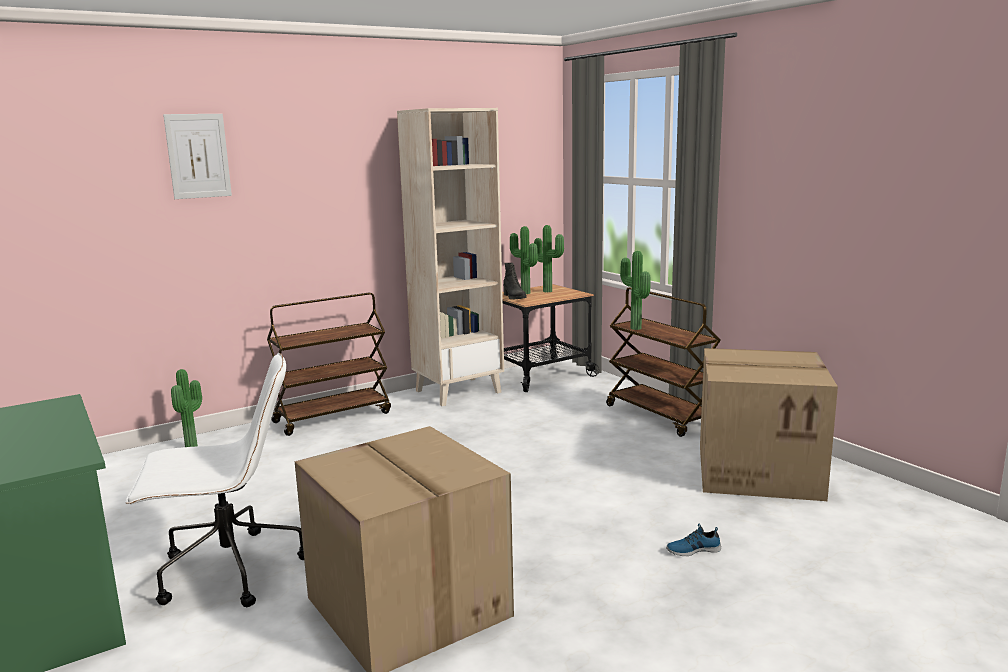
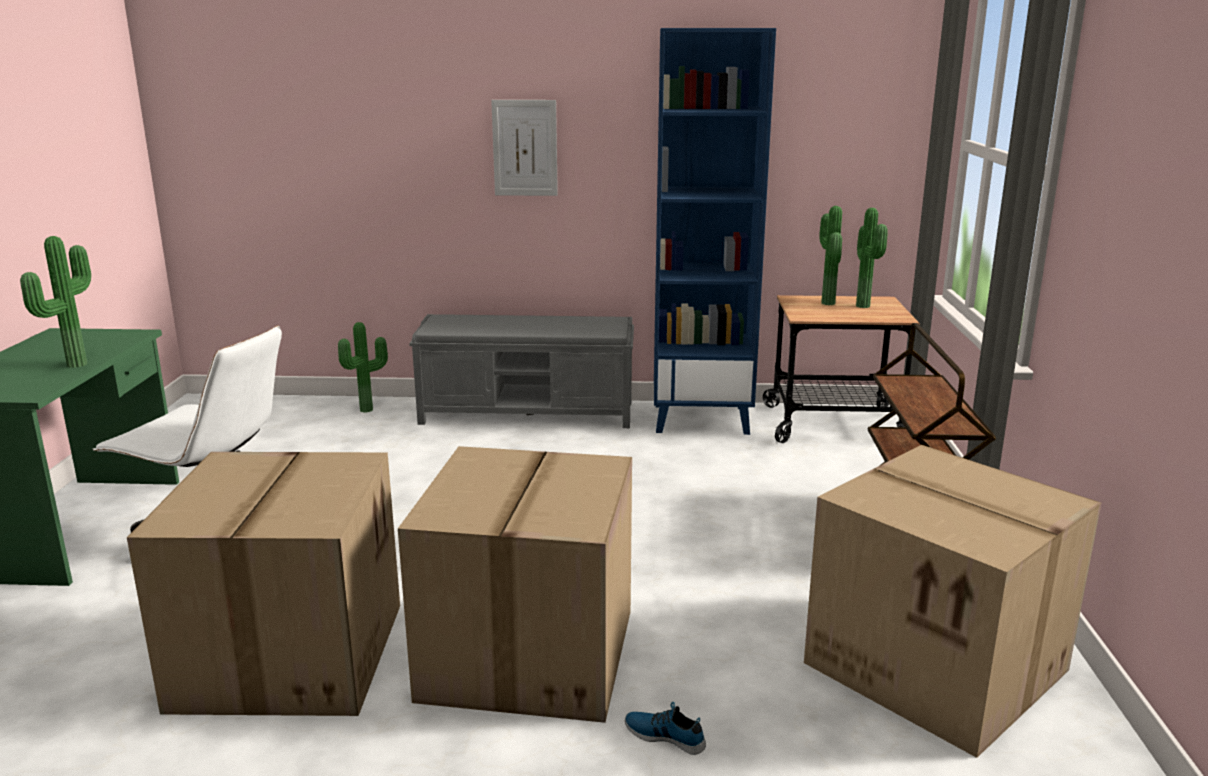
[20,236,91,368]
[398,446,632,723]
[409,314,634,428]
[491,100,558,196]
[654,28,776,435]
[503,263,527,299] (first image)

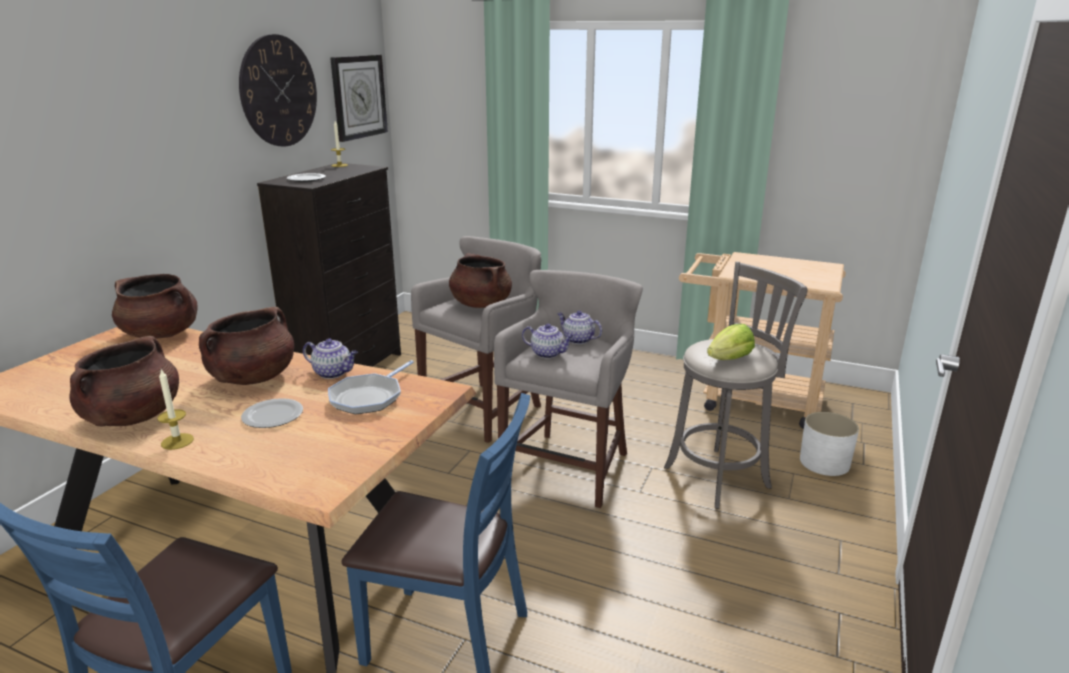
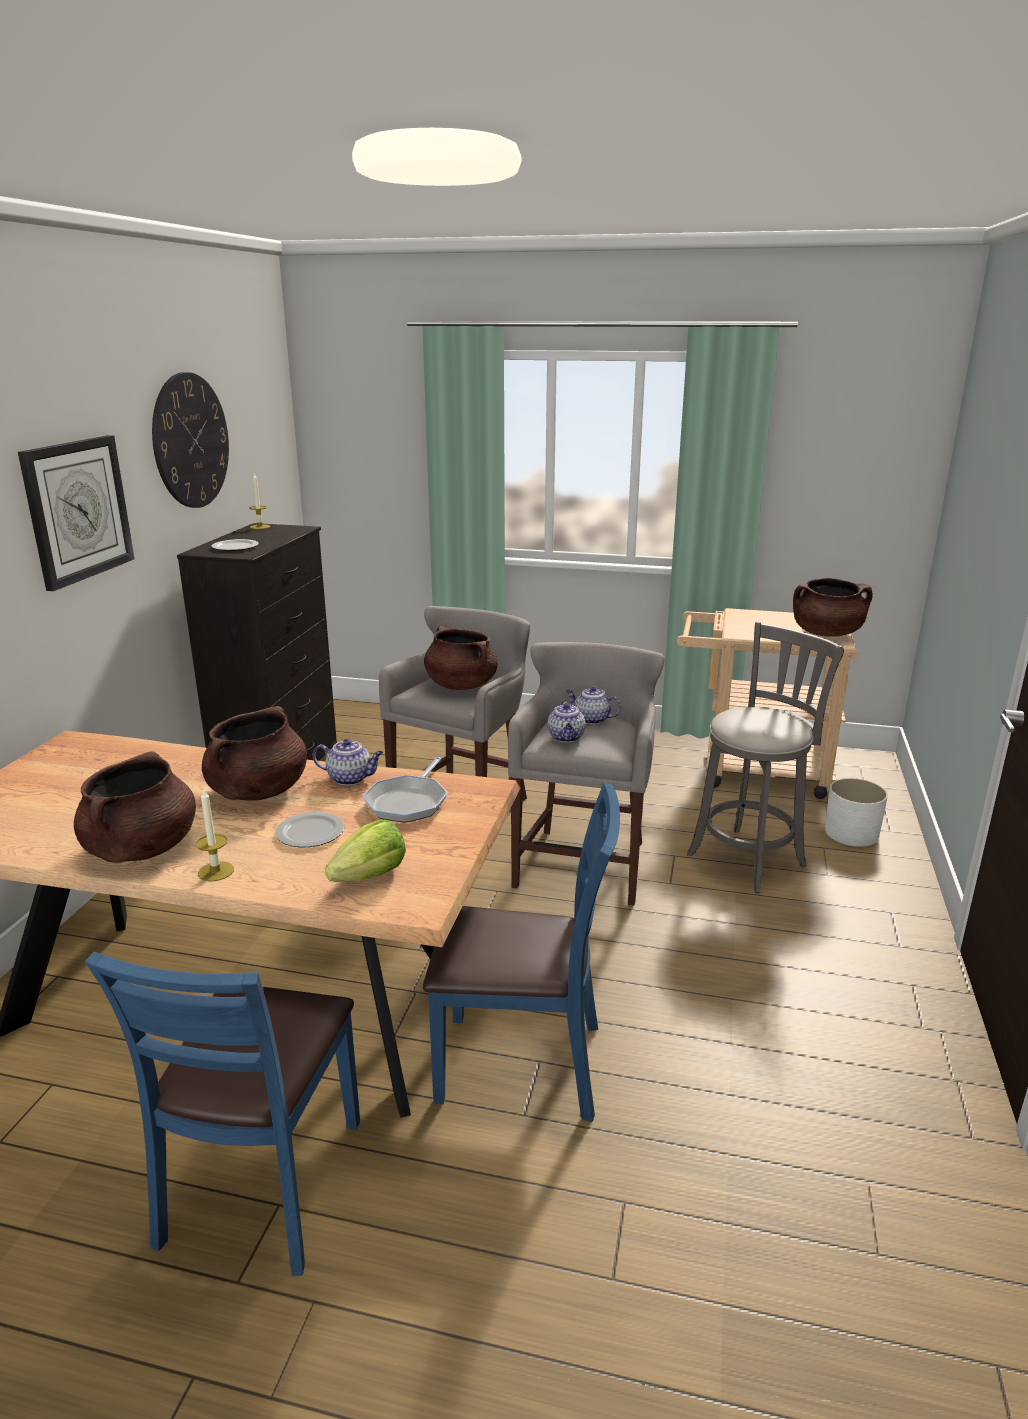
[18,435,135,591]
[325,820,406,882]
[548,701,586,742]
[793,578,873,637]

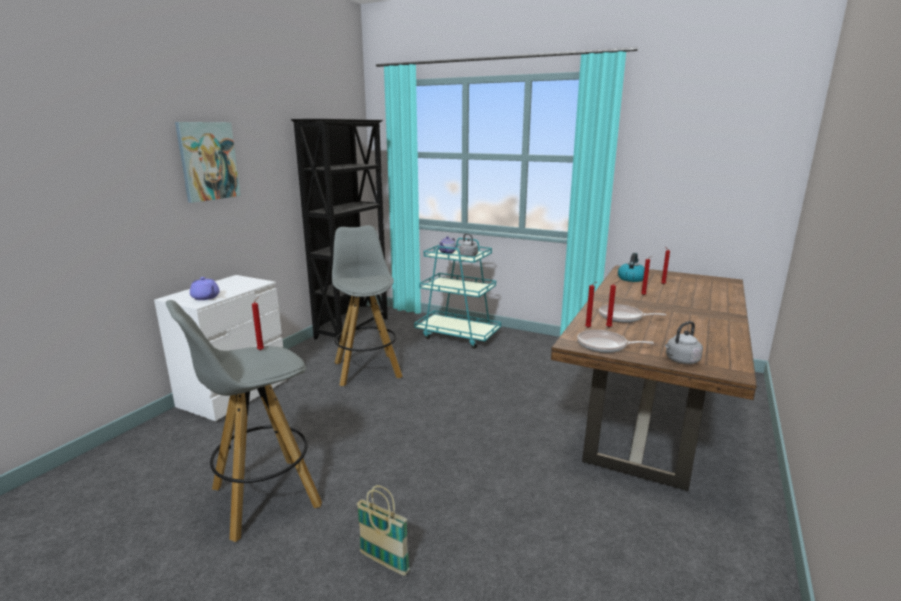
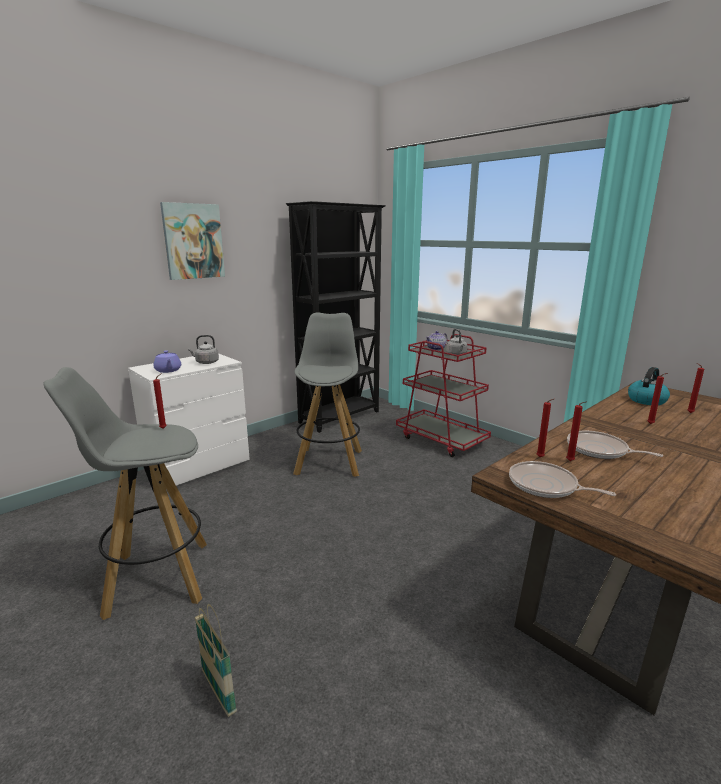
[188,335,219,364]
[396,334,491,457]

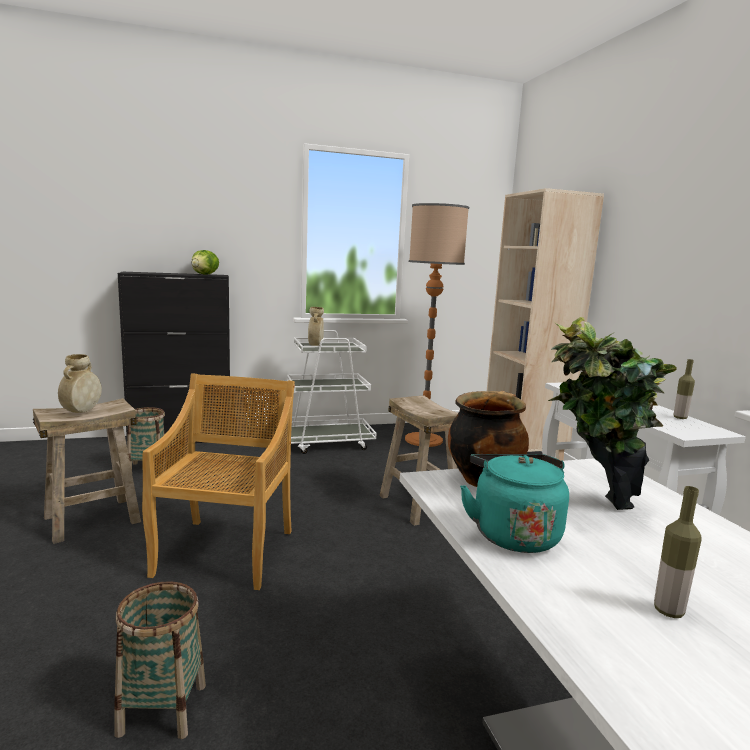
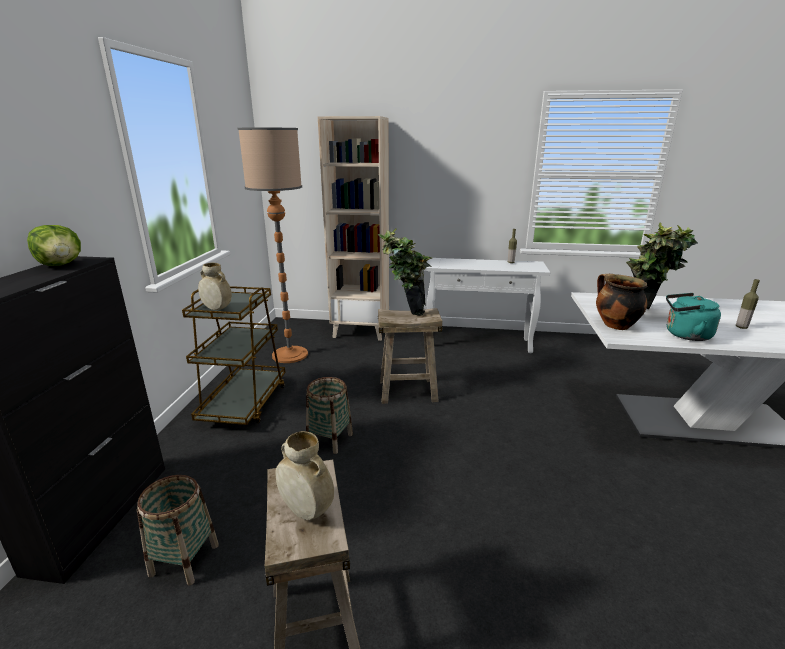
[182,286,286,425]
[306,377,353,454]
[378,228,432,316]
[142,373,295,590] (first image)

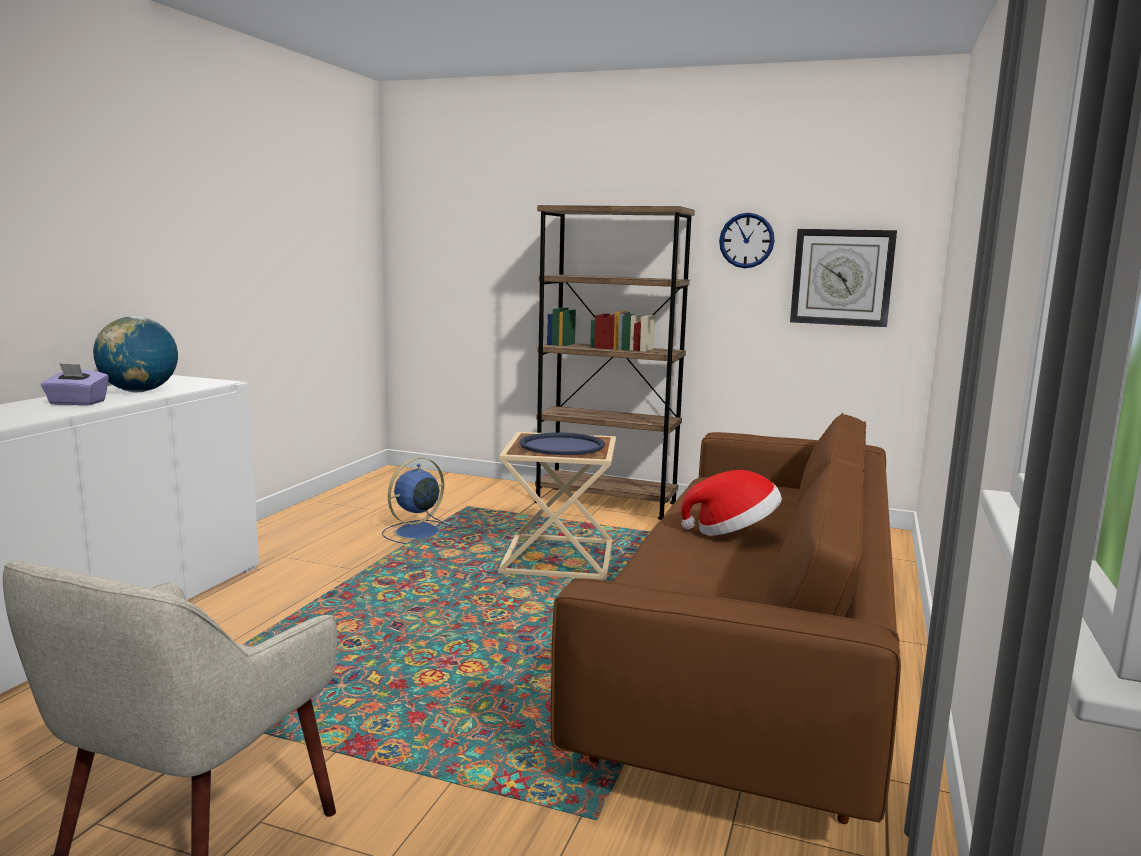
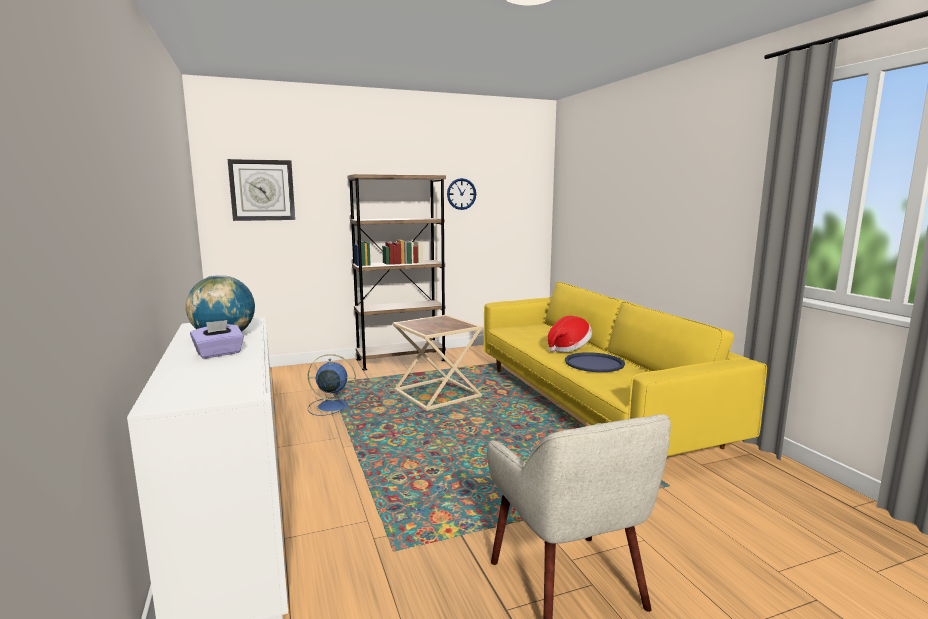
[228,159,295,221]
[308,354,357,416]
[484,282,767,456]
[565,352,625,372]

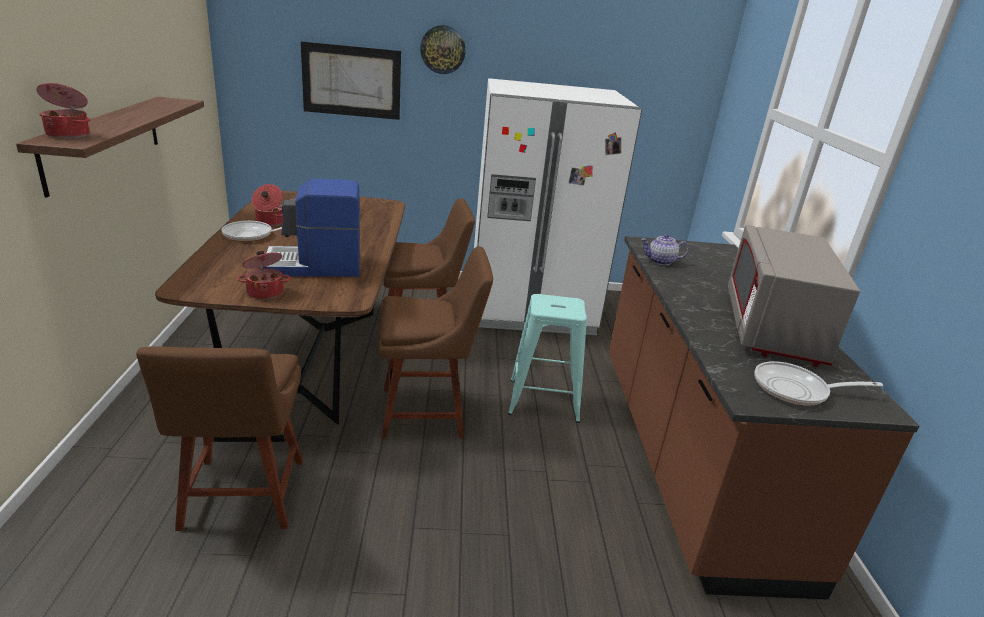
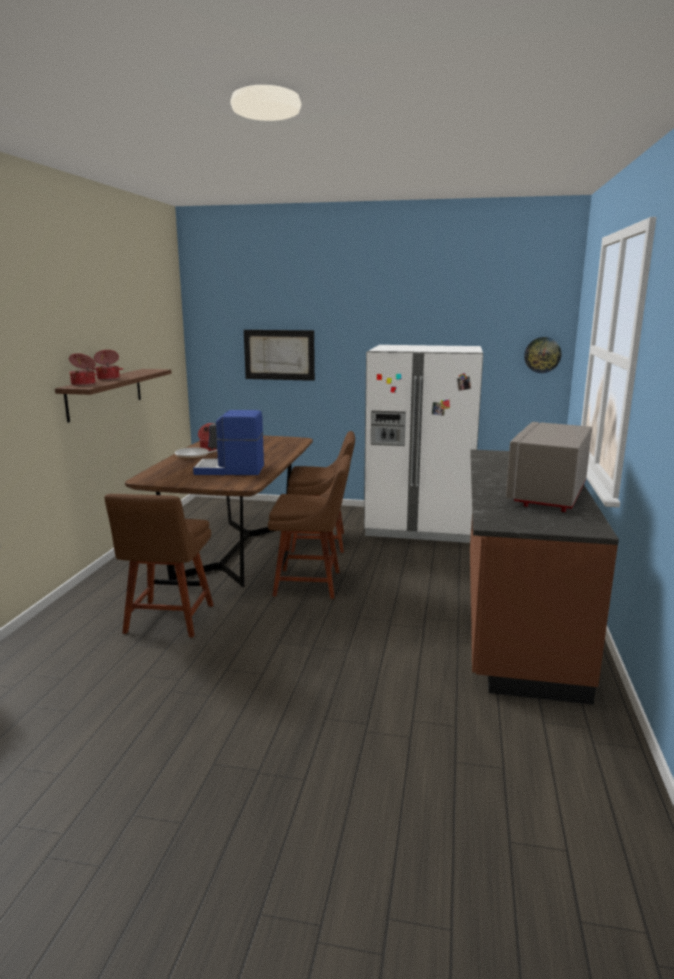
[92,350,123,380]
[524,337,562,373]
[508,294,587,423] (first image)
[641,234,689,265] (first image)
[754,361,883,406] (first image)

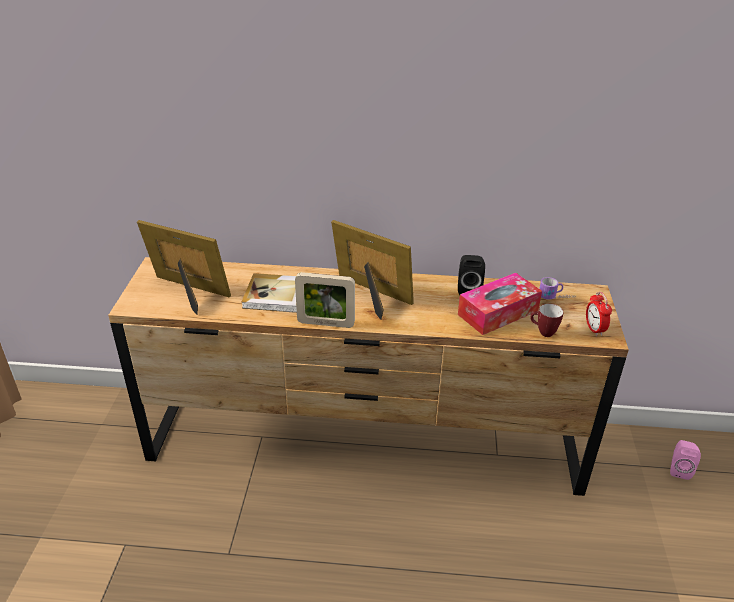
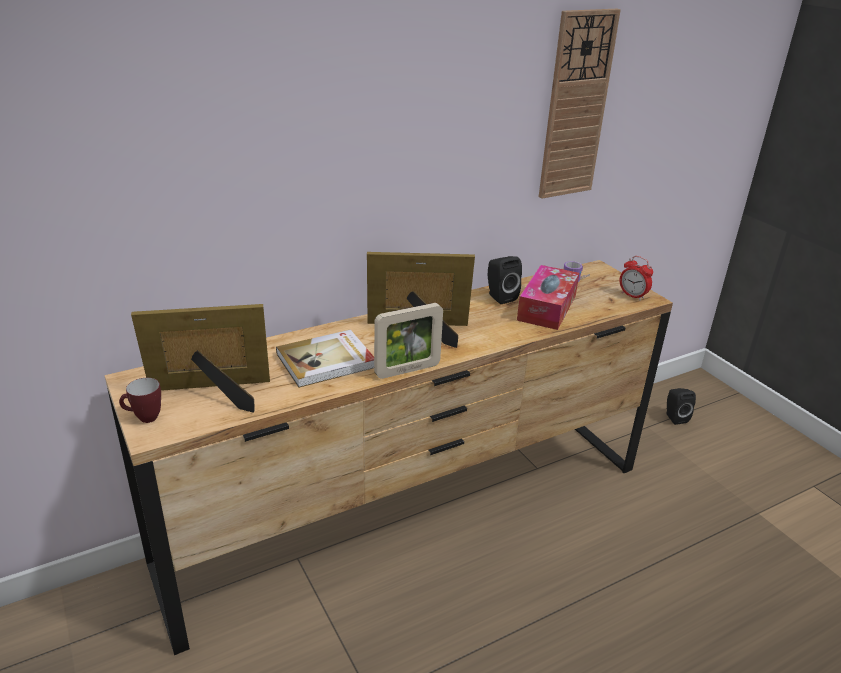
[119,378,161,423]
[539,9,621,199]
[666,388,696,425]

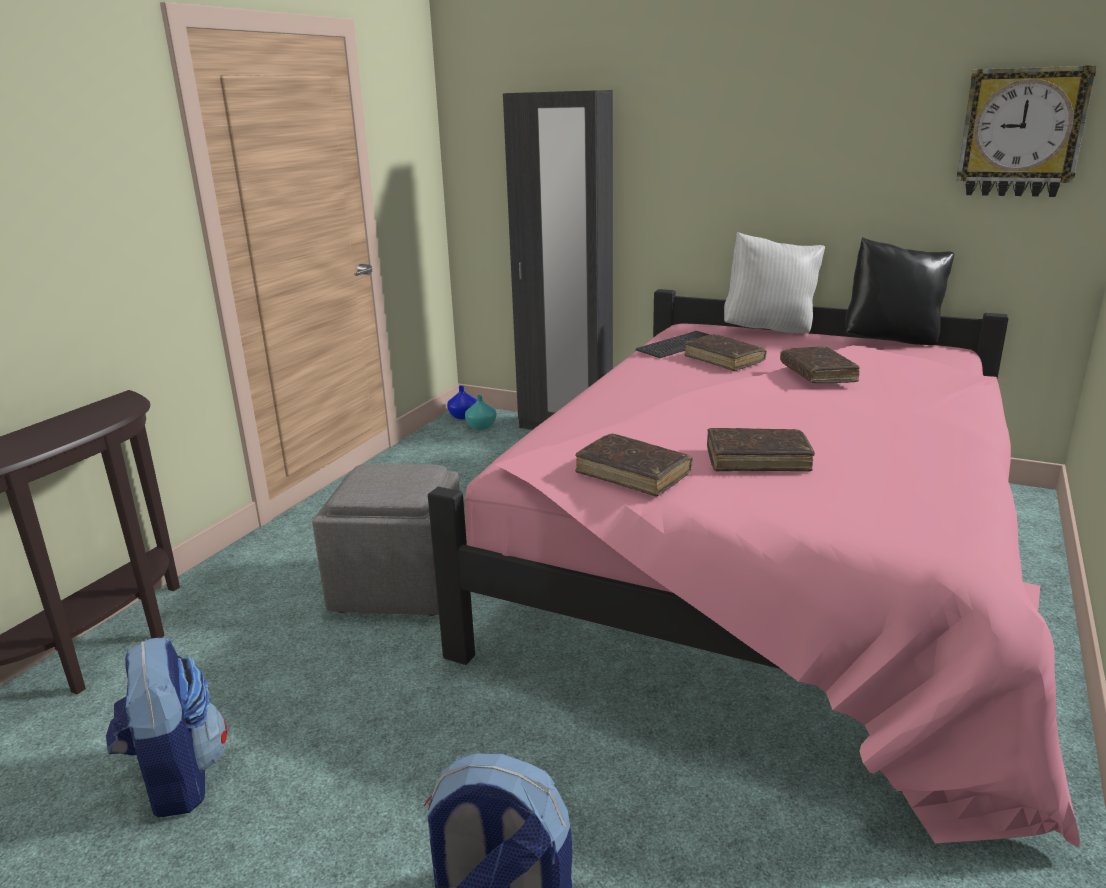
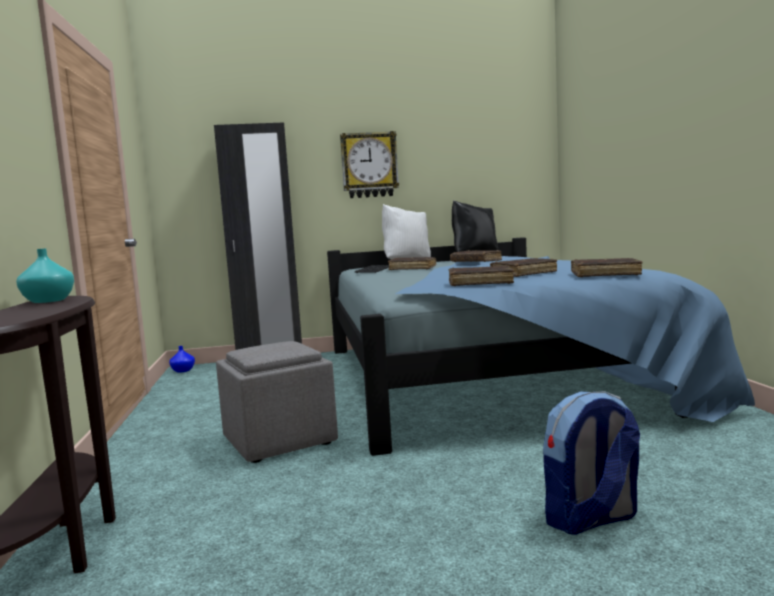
[16,249,74,303]
[327,237,755,456]
[340,131,399,198]
[571,258,643,277]
[106,638,228,818] (first image)

